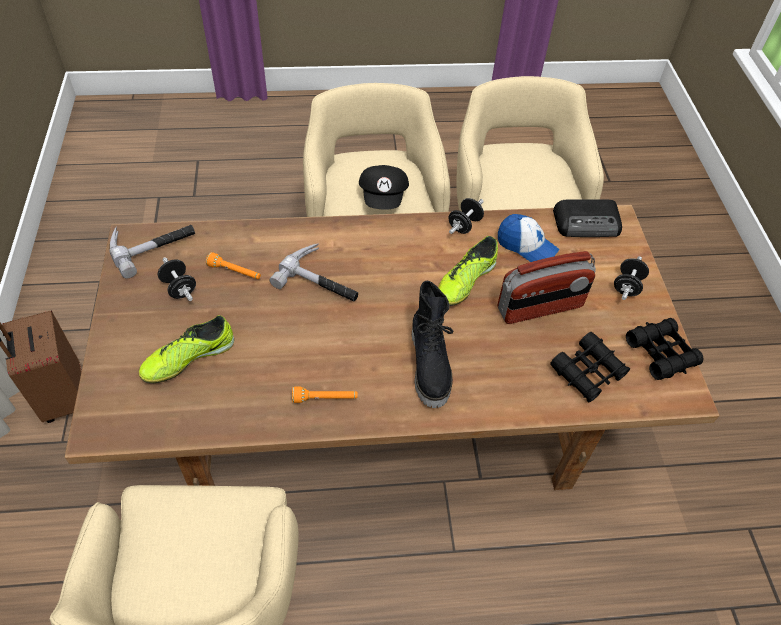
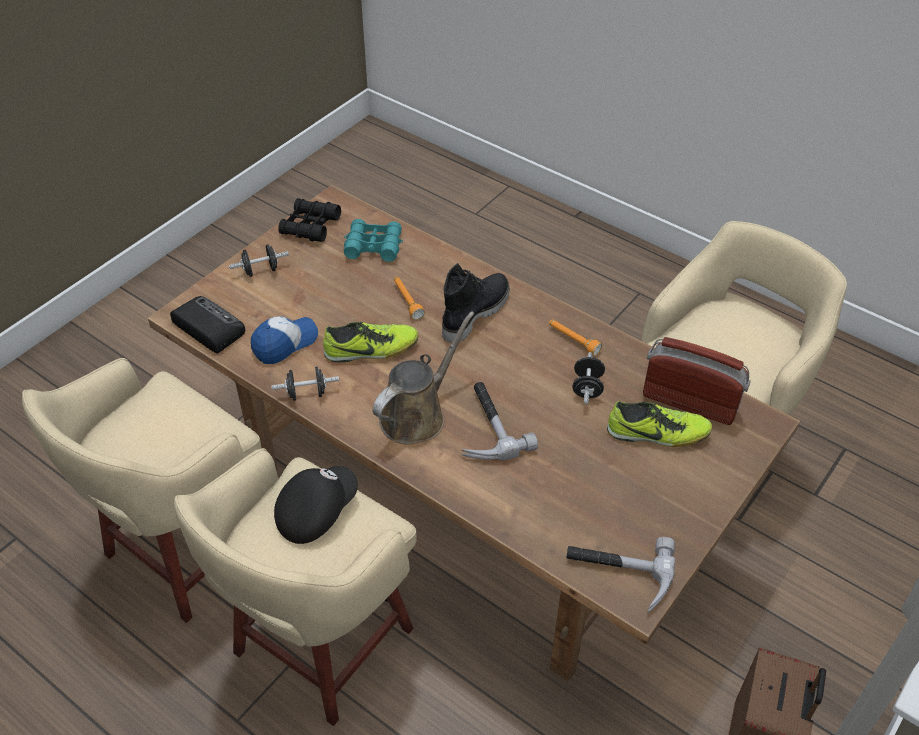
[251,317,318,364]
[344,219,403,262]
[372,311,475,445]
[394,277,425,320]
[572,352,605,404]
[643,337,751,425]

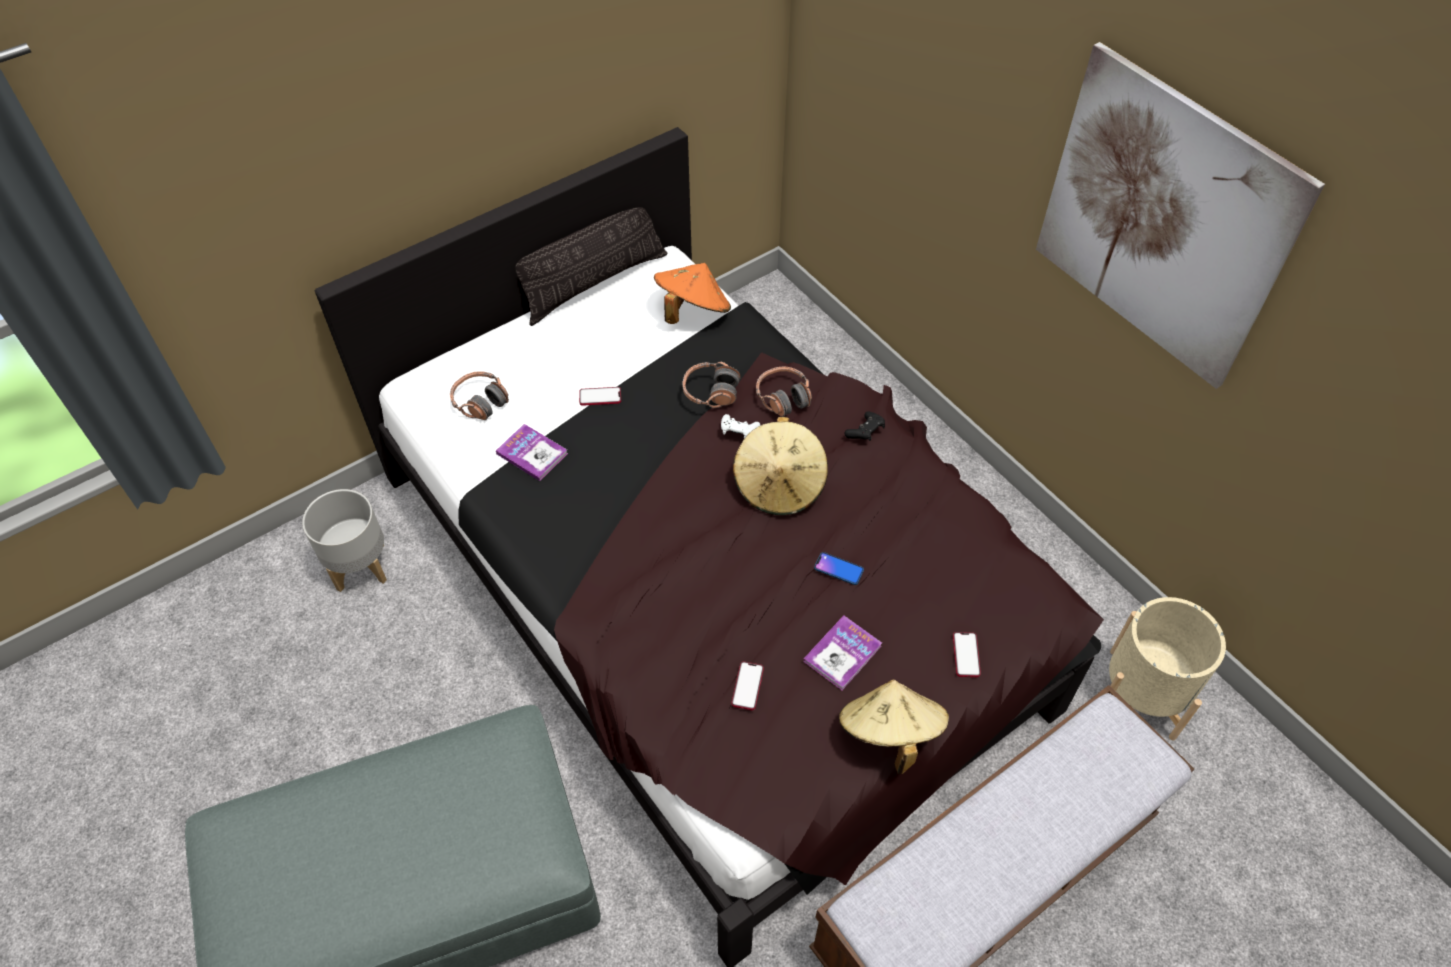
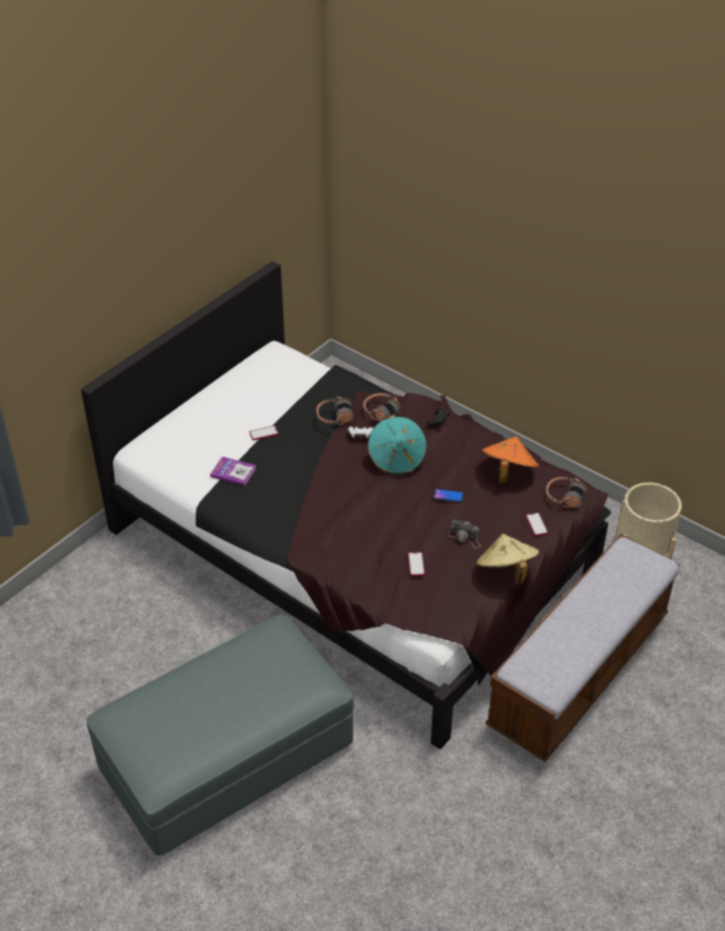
[367,415,427,475]
[448,520,481,549]
[481,436,540,483]
[546,477,588,508]
[302,489,387,592] (first image)
[515,207,667,326] (first image)
[1036,42,1325,389] (first image)

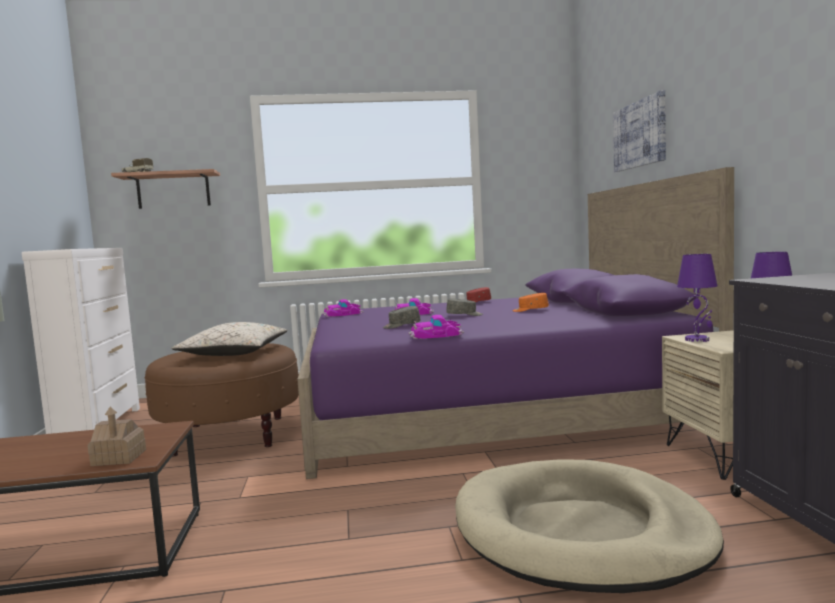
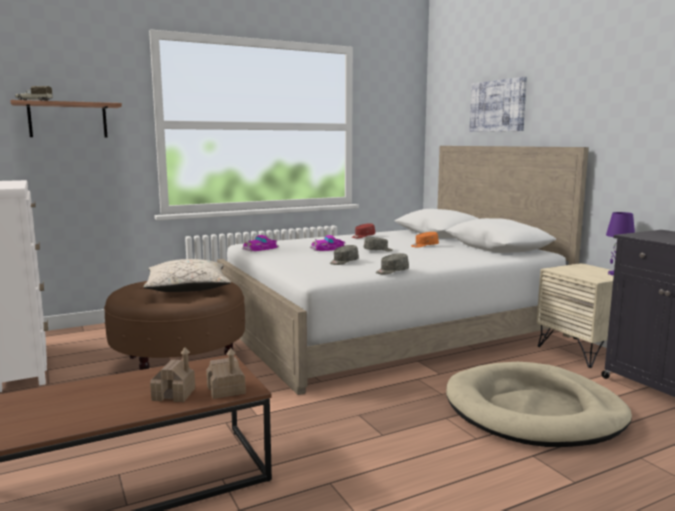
[150,347,195,402]
[217,146,589,395]
[376,253,409,274]
[677,254,717,342] (first image)

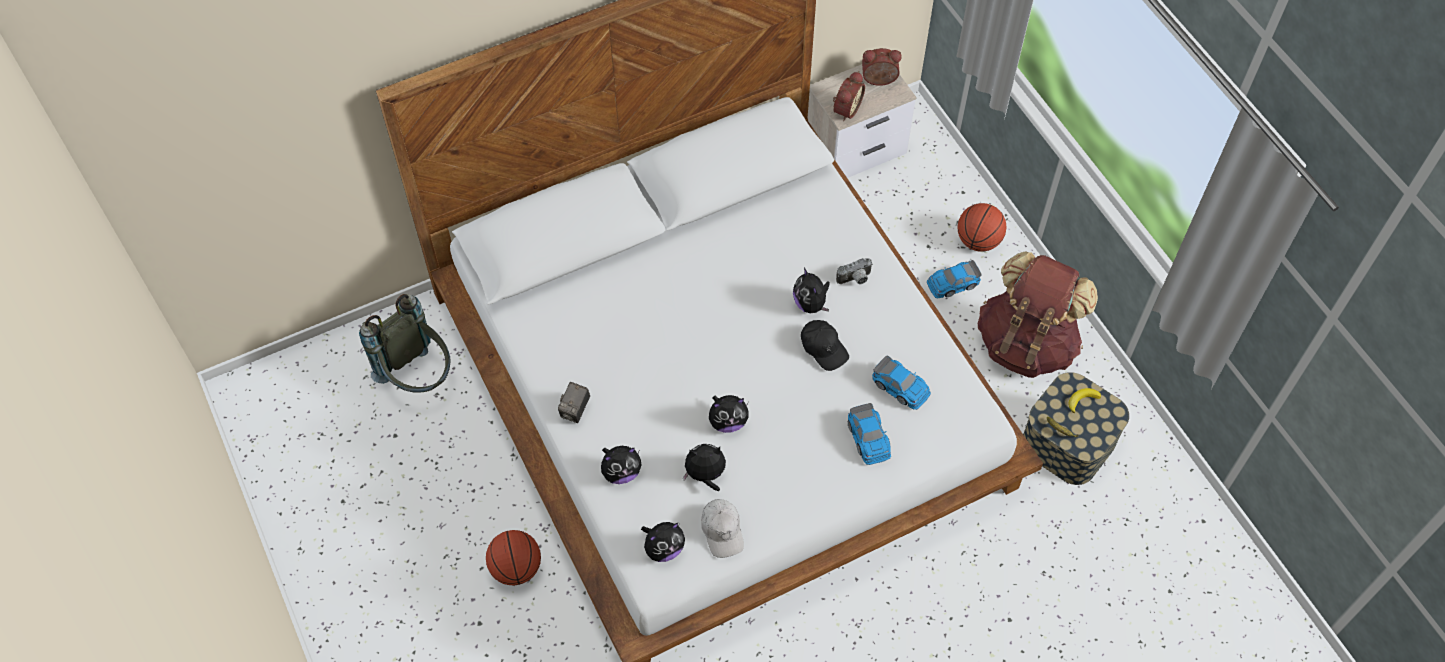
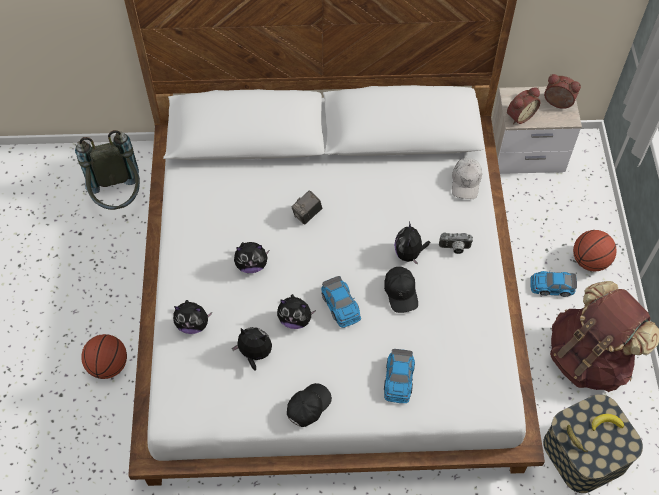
[234,242,270,273]
[287,383,332,427]
[292,190,322,225]
[321,276,361,328]
[452,158,482,199]

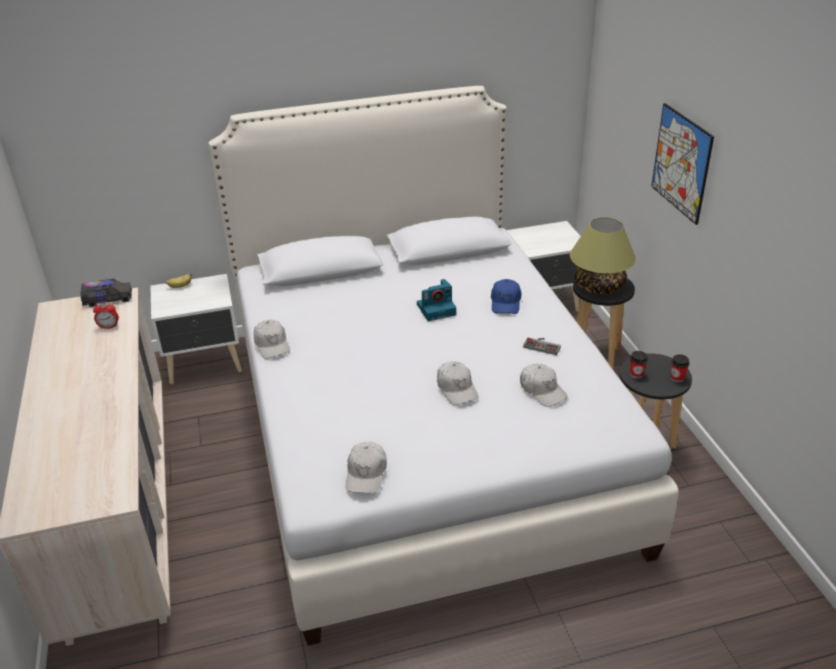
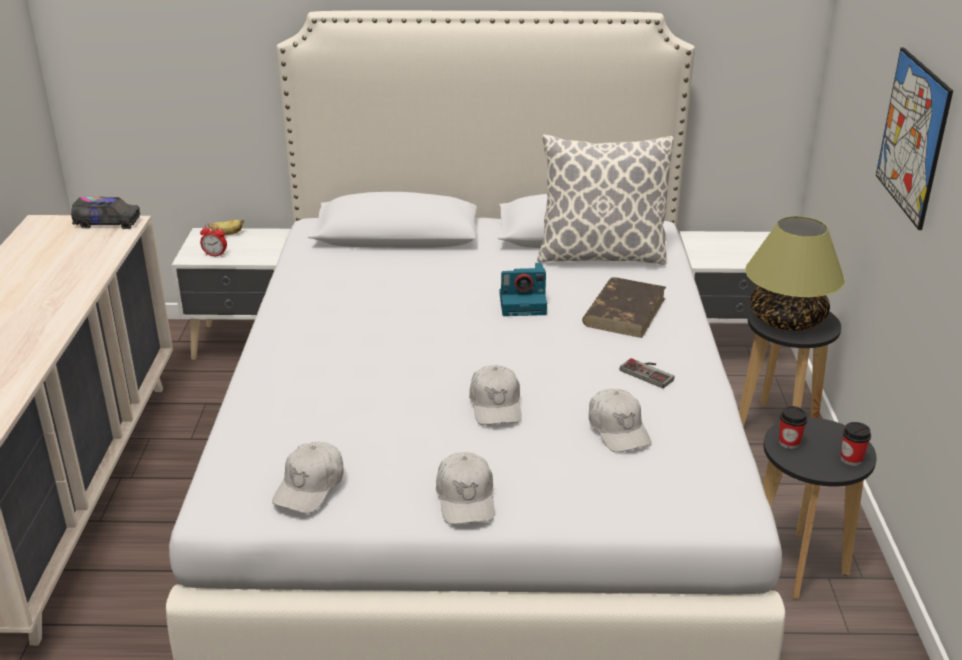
[200,223,227,257]
[436,452,495,524]
[537,134,673,265]
[582,277,666,338]

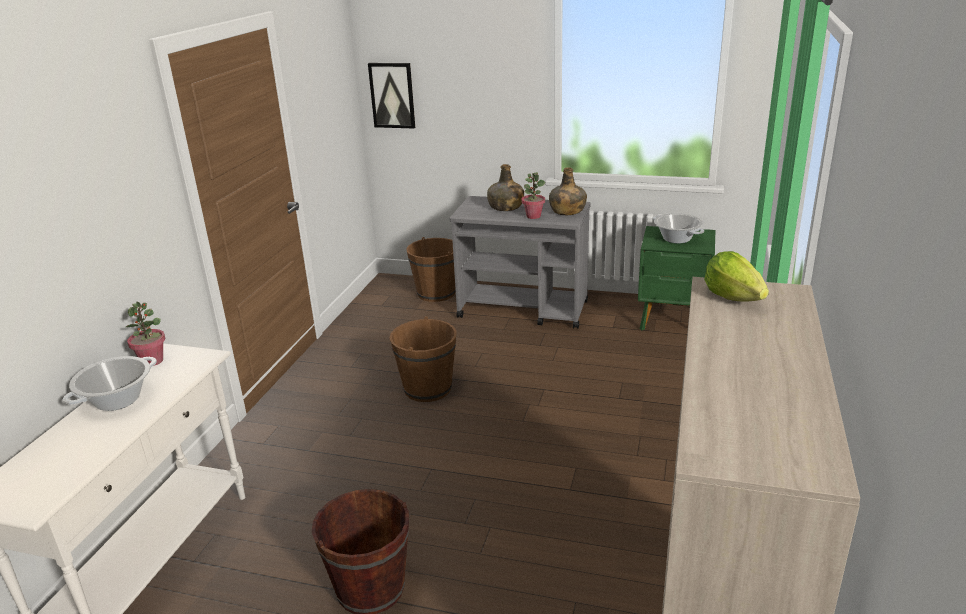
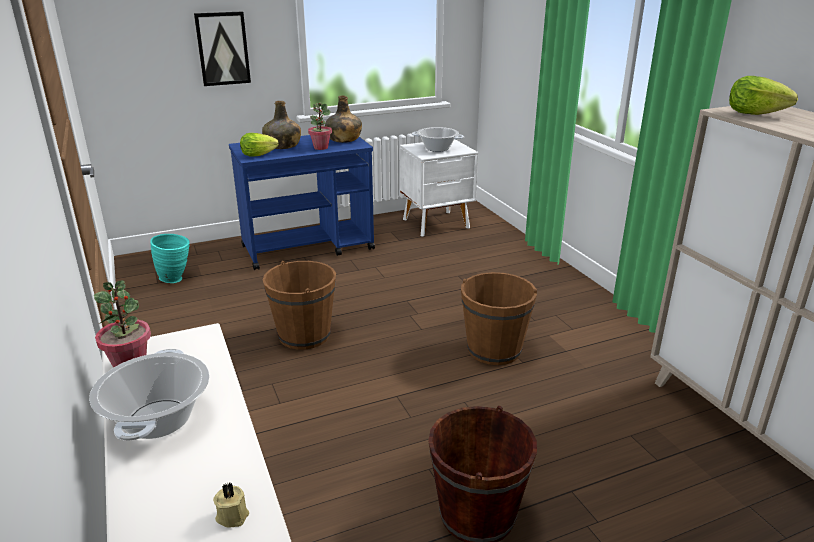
[150,234,190,283]
[194,11,251,86]
[213,483,249,527]
[229,135,375,270]
[240,133,279,157]
[400,140,478,237]
[461,272,537,365]

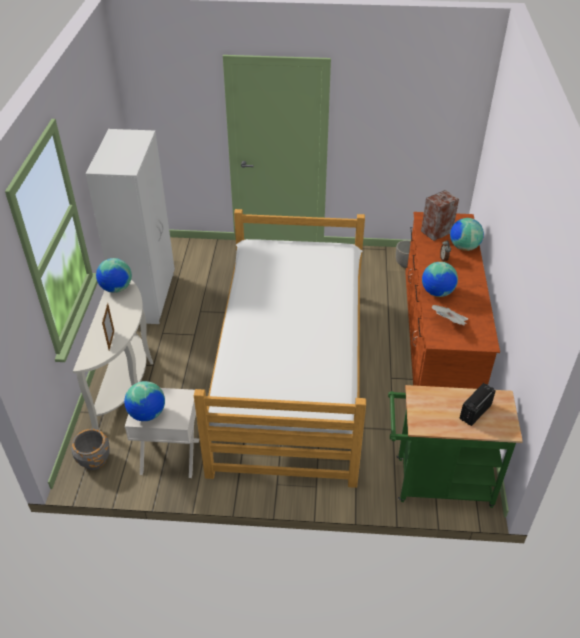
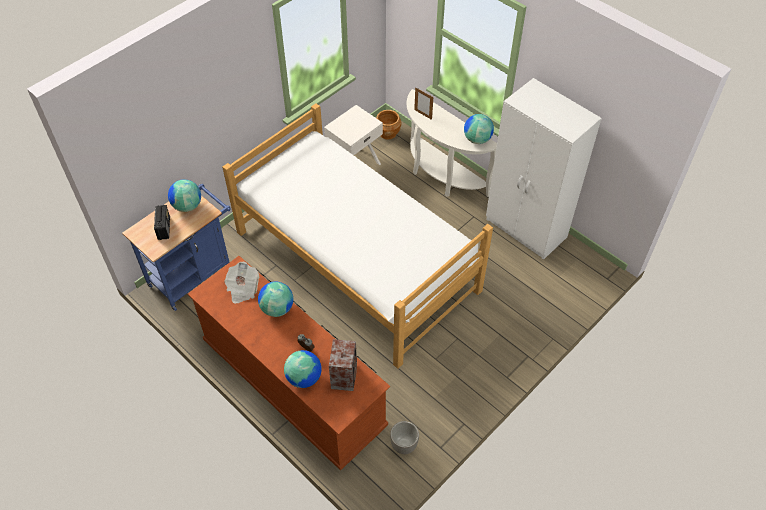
[122,184,230,311]
[168,179,201,212]
[376,110,401,139]

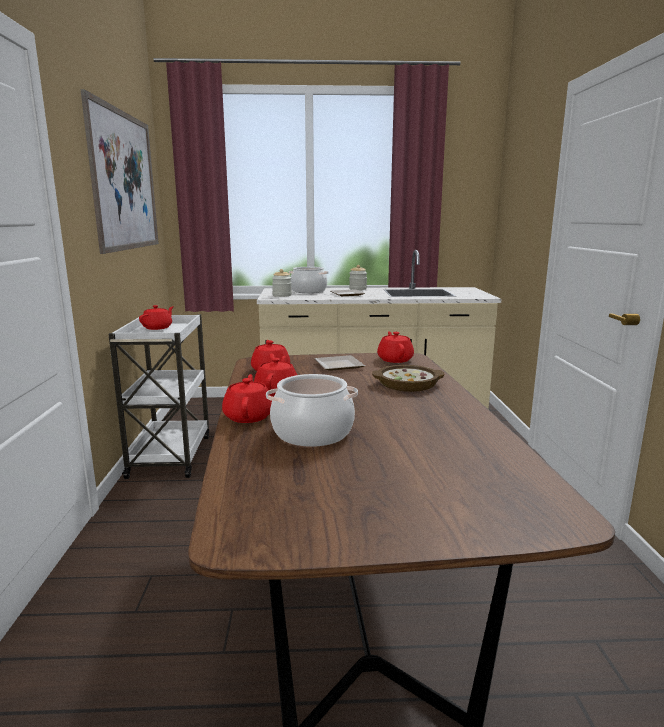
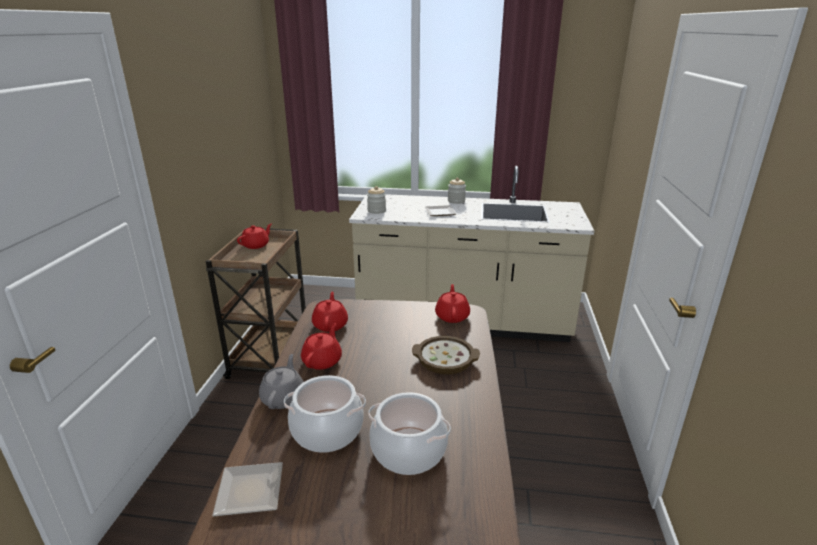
[206,228,306,379]
[212,462,283,517]
[259,354,304,409]
[368,392,451,475]
[80,89,159,254] (first image)

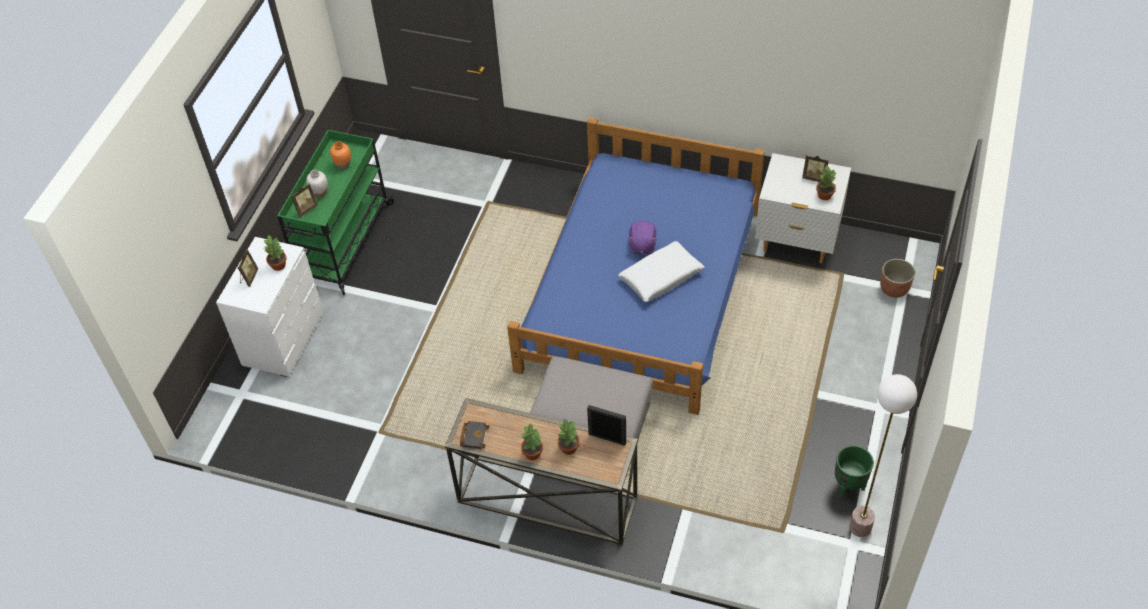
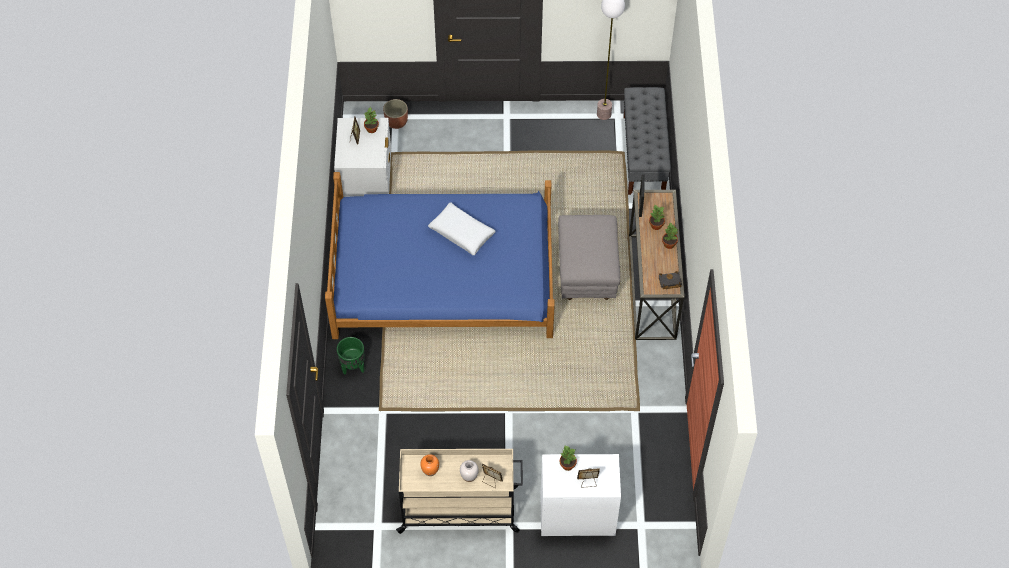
[337,337,365,375]
[396,449,523,534]
[623,87,671,195]
[628,221,657,254] (first image)

